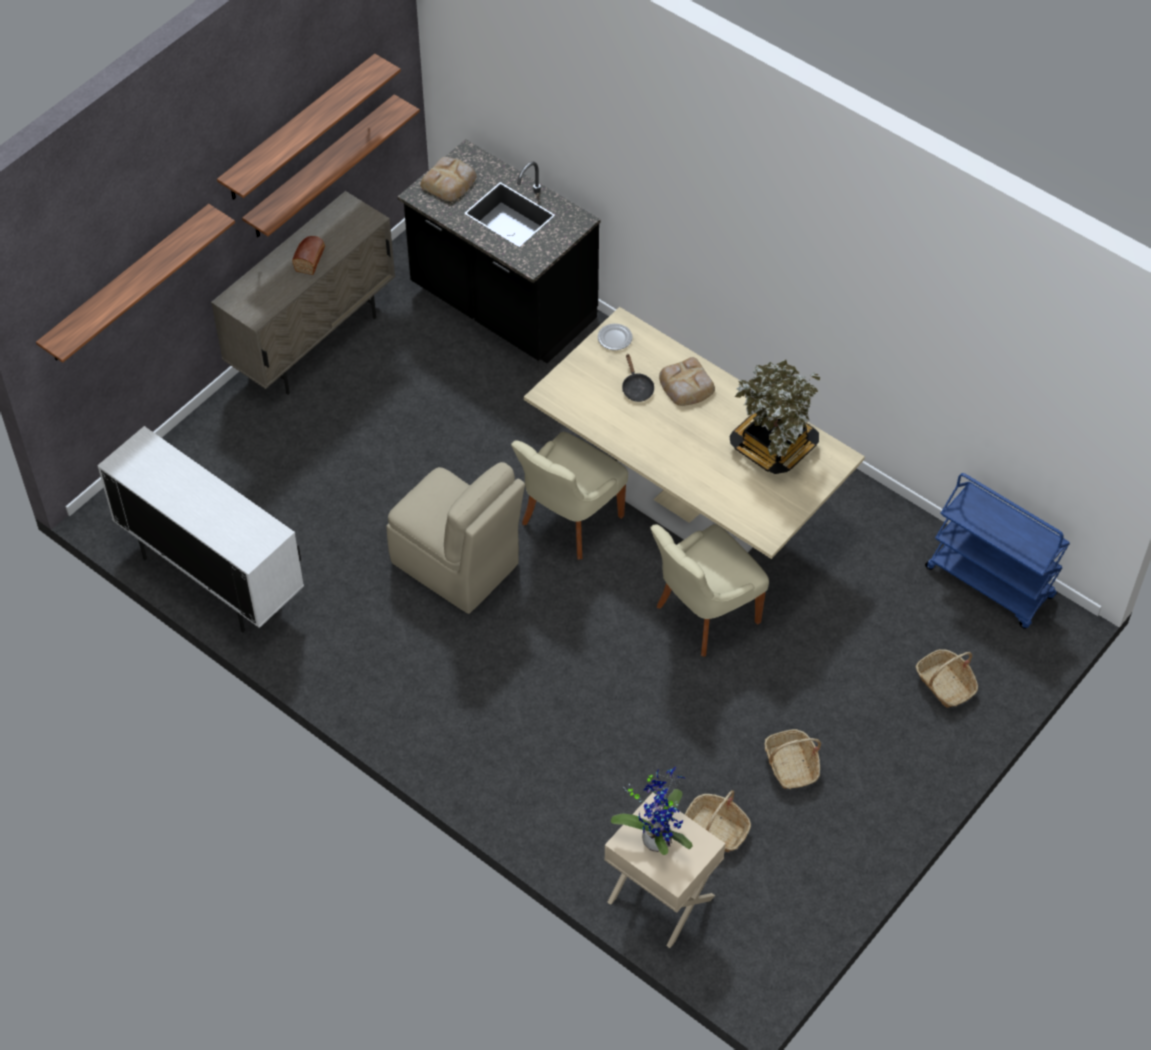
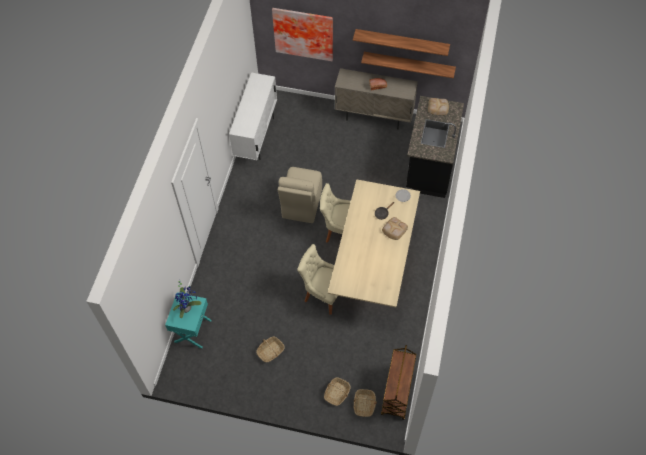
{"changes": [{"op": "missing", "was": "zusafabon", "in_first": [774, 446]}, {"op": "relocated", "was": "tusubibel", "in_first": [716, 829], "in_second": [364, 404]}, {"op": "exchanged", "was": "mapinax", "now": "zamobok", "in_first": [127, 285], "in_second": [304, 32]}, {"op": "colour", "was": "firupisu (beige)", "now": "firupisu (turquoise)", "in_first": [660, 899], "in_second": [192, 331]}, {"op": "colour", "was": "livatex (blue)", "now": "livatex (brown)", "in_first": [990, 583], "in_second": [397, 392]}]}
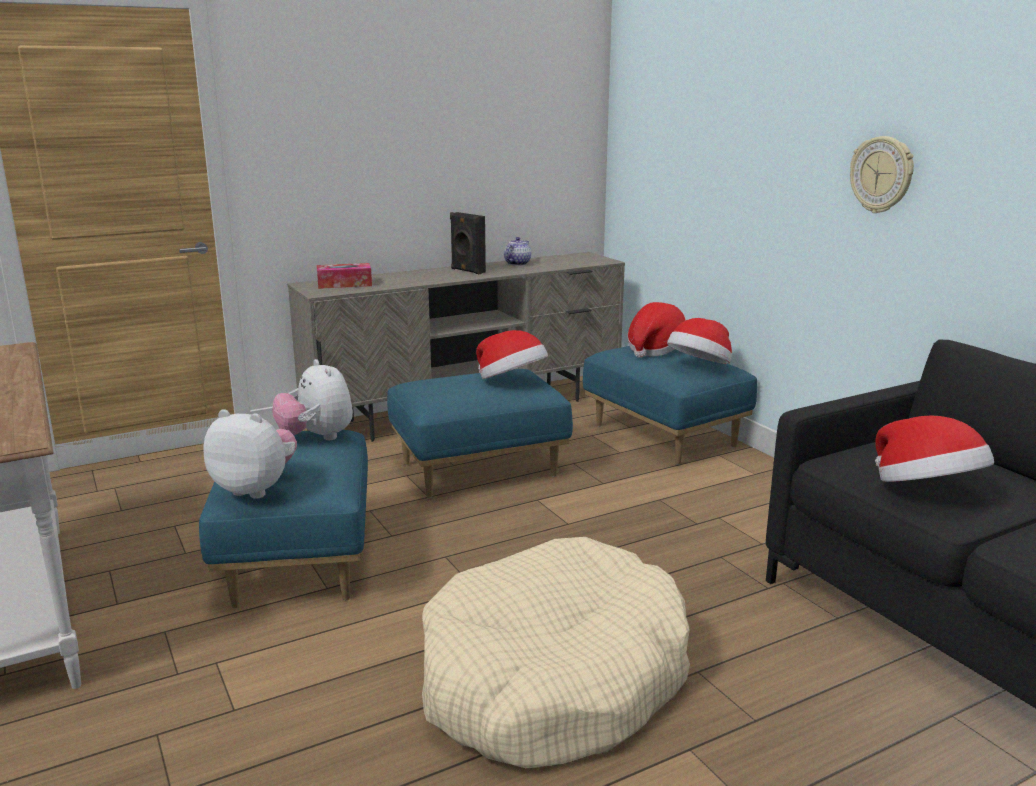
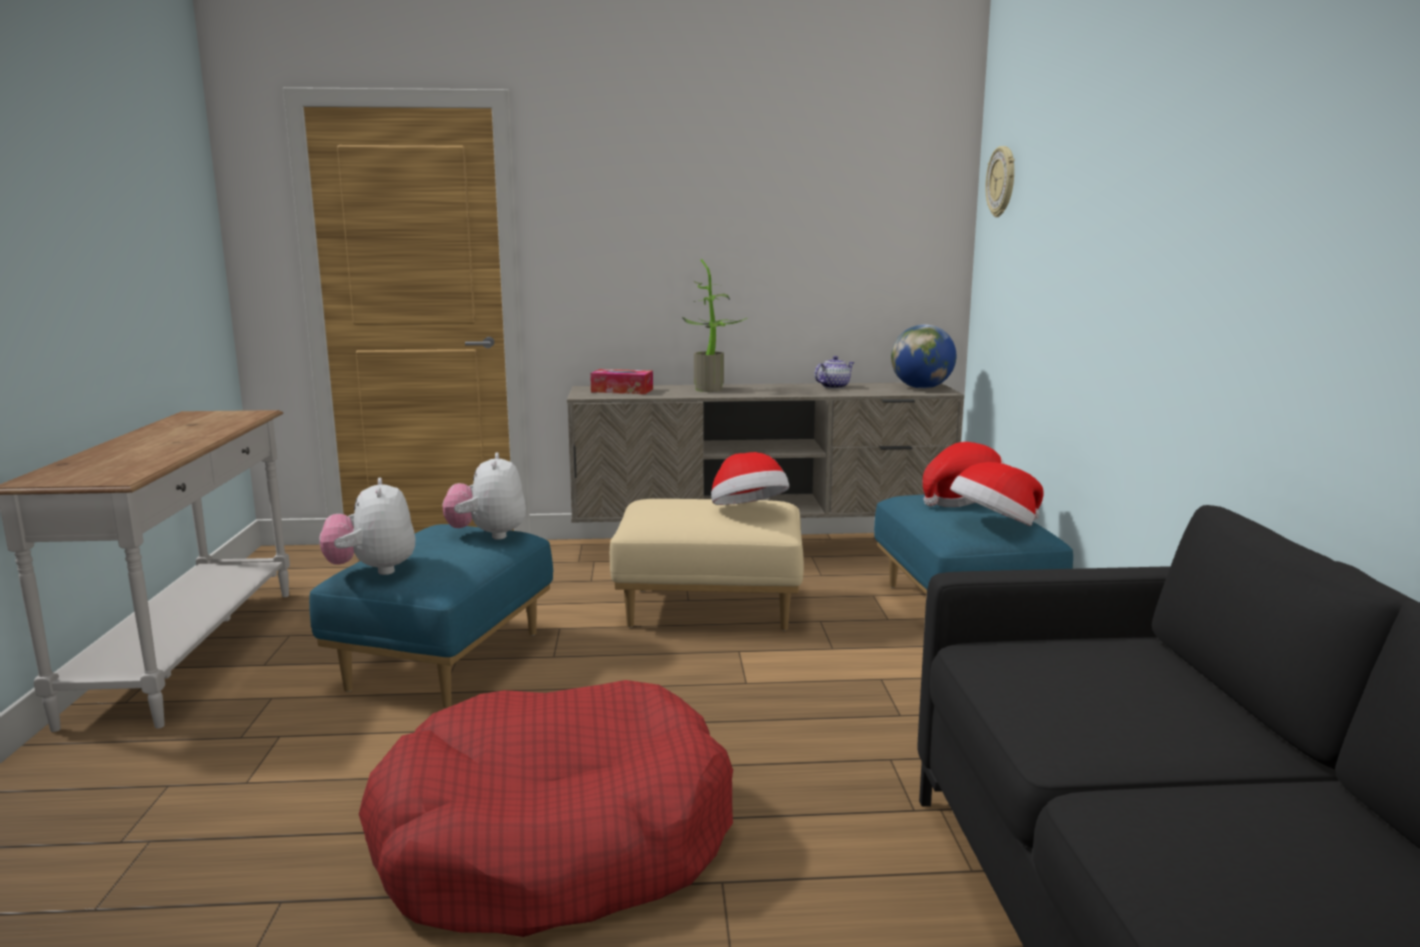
{"changes": [{"op": "missing", "was": "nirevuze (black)", "in_first": [467, 271]}, {"op": "missing", "was": "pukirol", "in_first": [926, 491]}, {"op": "appeared", "now": "zusafabon", "in_second": [713, 389]}, {"op": "appeared", "now": "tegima", "in_second": [921, 388]}, {"op": "relocated", "was": "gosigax", "in_first": [882, 175], "in_second": [1002, 181]}, {"op": "colour", "was": "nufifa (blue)", "now": "nufifa (beige)", "in_first": [479, 469], "in_second": [710, 608]}, {"op": "colour", "was": "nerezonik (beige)", "now": "nerezonik (red)", "in_first": [552, 679], "in_second": [554, 841]}, {"op": "spun", "was": "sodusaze", "in_first": [256, 489], "in_second": [373, 570], "clockwise": -150}]}
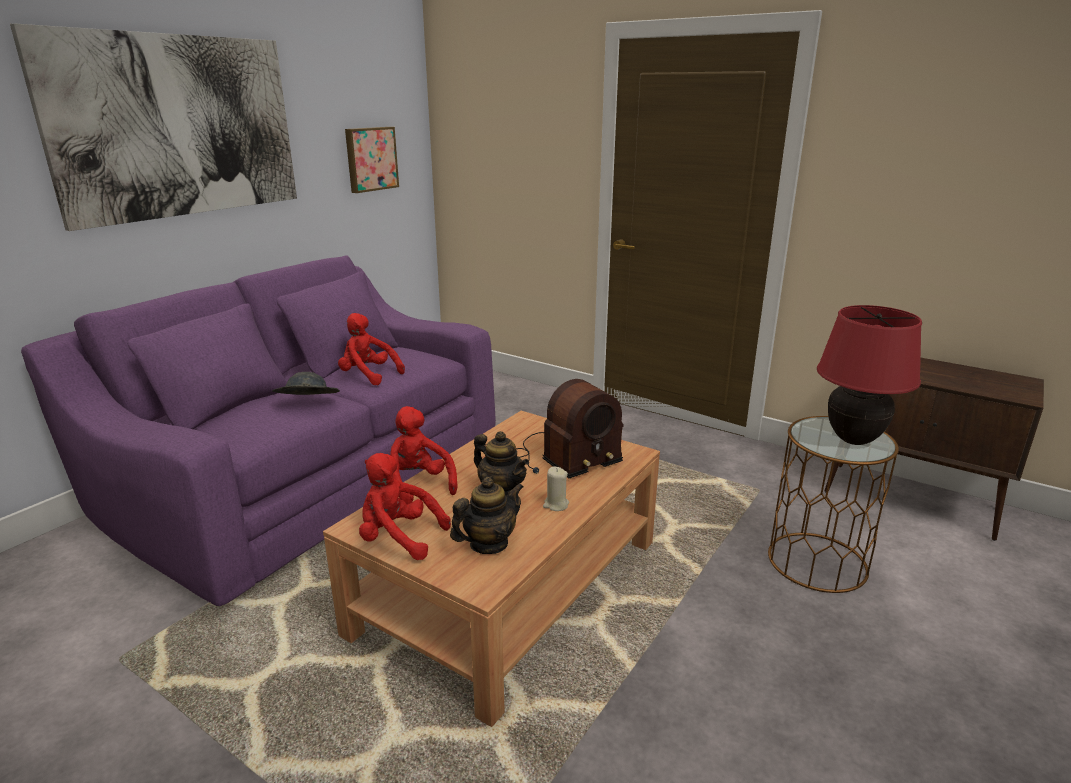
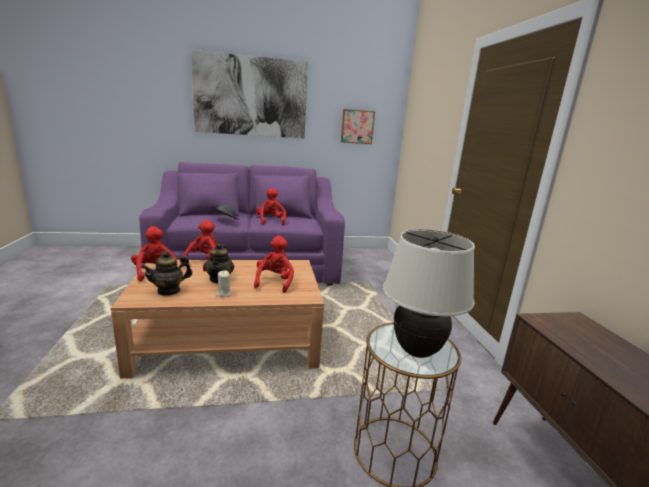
{"changes": [{"op": "exchanged", "was": "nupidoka", "now": "sodusaze (red)", "in_first": [563, 457], "in_second": [274, 282]}, {"op": "colour", "was": "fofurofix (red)", "now": "fofurofix (beige)", "in_first": [853, 440], "in_second": [416, 351]}, {"op": "spun", "was": "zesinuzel", "in_first": [488, 544], "in_second": [169, 290], "clockwise": 135}]}
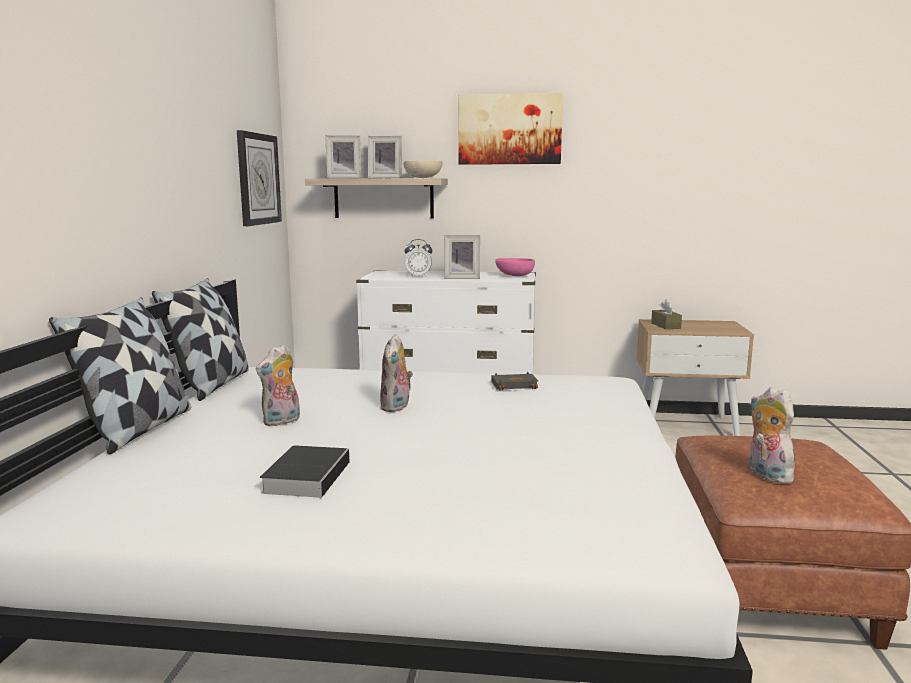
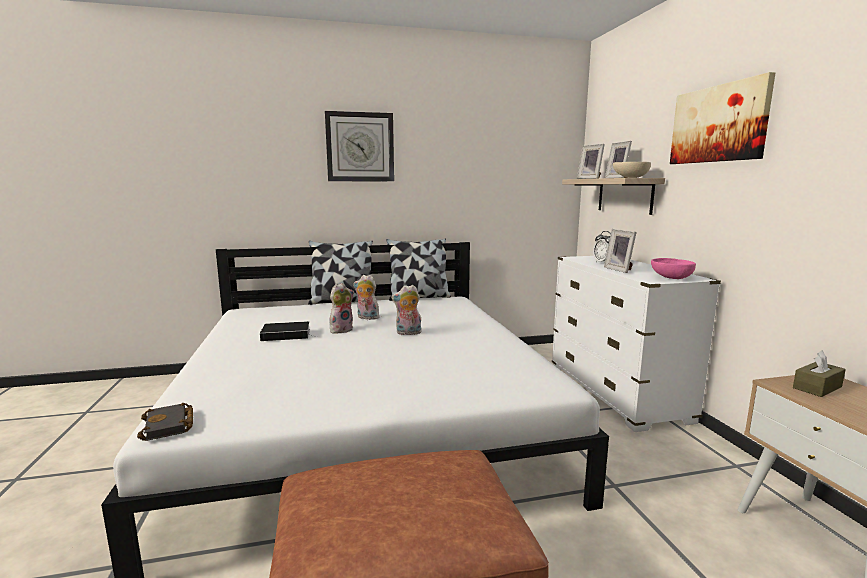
{"changes": [{"op": "relocated", "was": "gosigax", "in_first": [258, 179], "in_second": [360, 147]}, {"op": "relocated", "was": "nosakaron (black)", "in_first": [515, 385], "in_second": [169, 426]}, {"op": "relocated", "was": "sodusaze", "in_first": [766, 475], "in_second": [341, 330]}]}
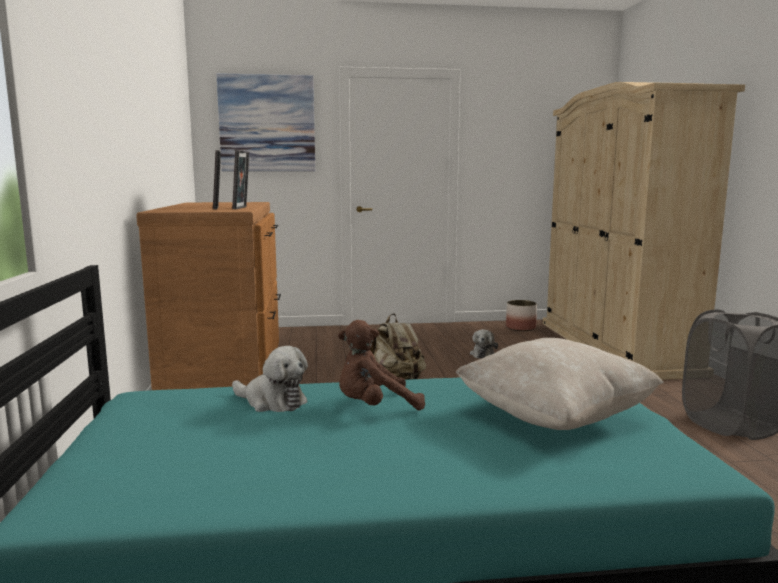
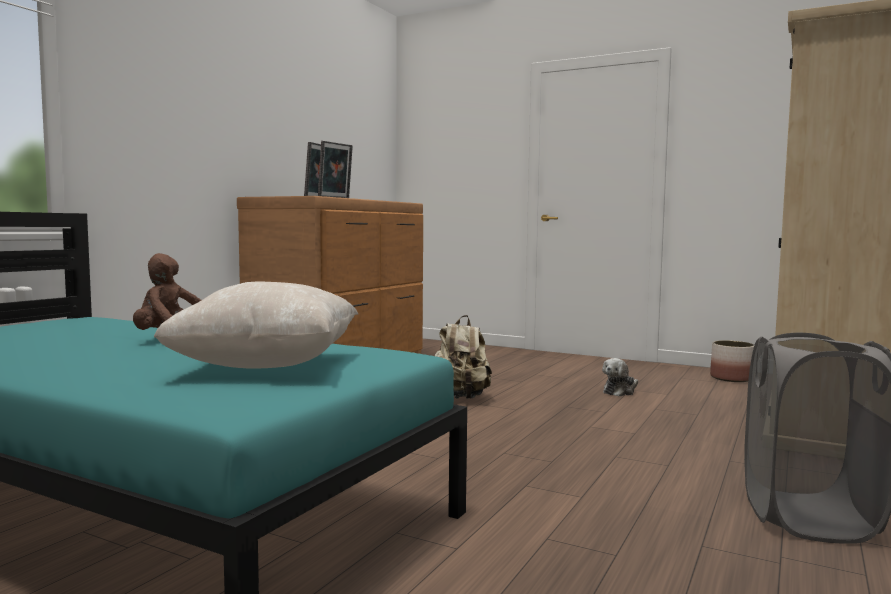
{"changes": [{"op": "missing", "was": "zamobok", "in_first": [267, 123]}, {"op": "missing", "was": "sodusaze", "in_first": [272, 402]}]}
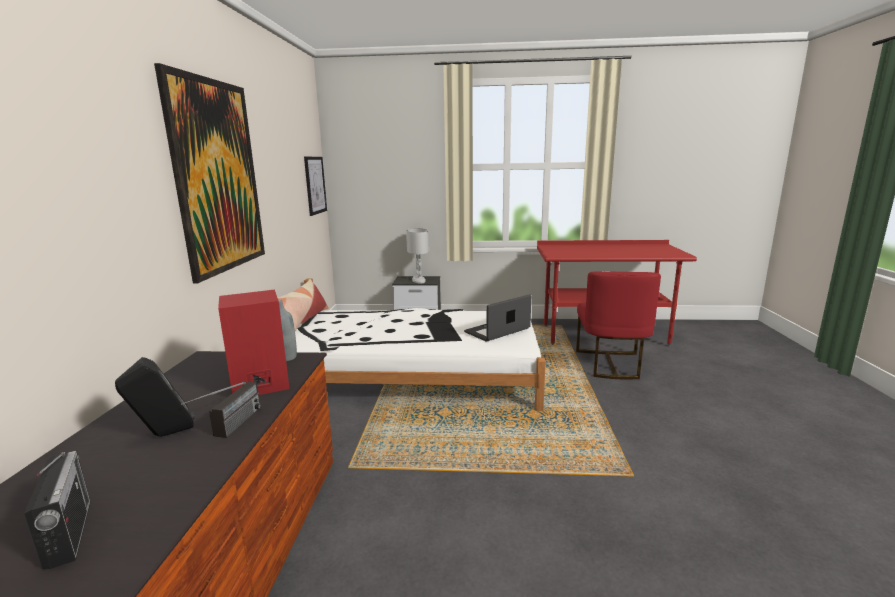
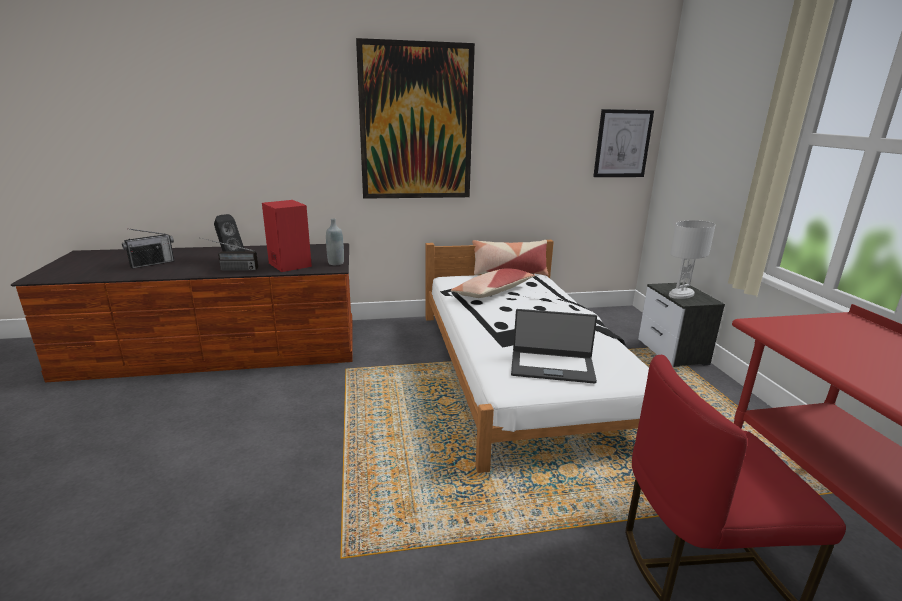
{"changes": [{"op": "appeared", "now": "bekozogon", "in_second": [493, 292]}, {"op": "spun", "was": "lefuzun", "in_first": [498, 331], "in_second": [552, 366], "clockwise": 150}]}
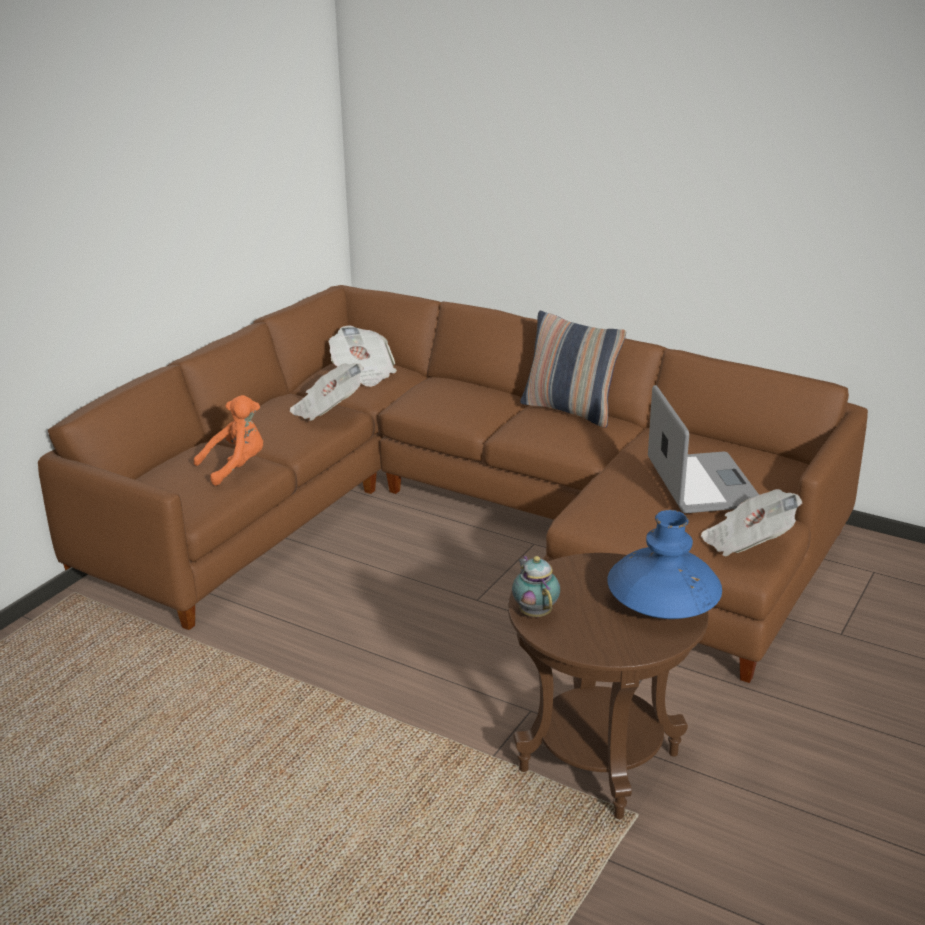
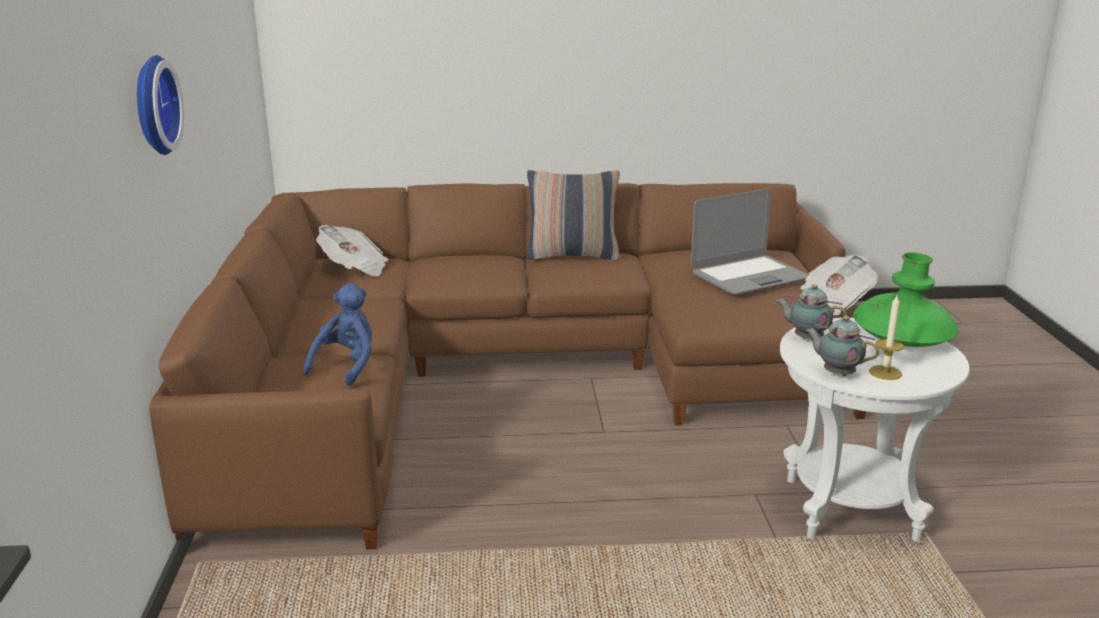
{"changes": [{"op": "missing", "was": "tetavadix", "in_first": [327, 410]}, {"op": "appeared", "now": "gosigax", "in_second": [151, 105]}, {"op": "appeared", "now": "zesinuzel", "in_second": [806, 338]}, {"op": "appeared", "now": "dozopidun", "in_second": [885, 372]}, {"op": "colour", "was": "sodusaze (orange)", "now": "sodusaze (blue)", "in_first": [236, 467], "in_second": [347, 366]}, {"op": "colour", "was": "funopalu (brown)", "now": "funopalu (white)", "in_first": [599, 762], "in_second": [850, 509]}, {"op": "colour", "was": "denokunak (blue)", "now": "denokunak (green)", "in_first": [662, 602], "in_second": [902, 339]}, {"op": "spun", "was": "lefuzun", "in_first": [701, 484], "in_second": [749, 276], "clockwise": 105}]}
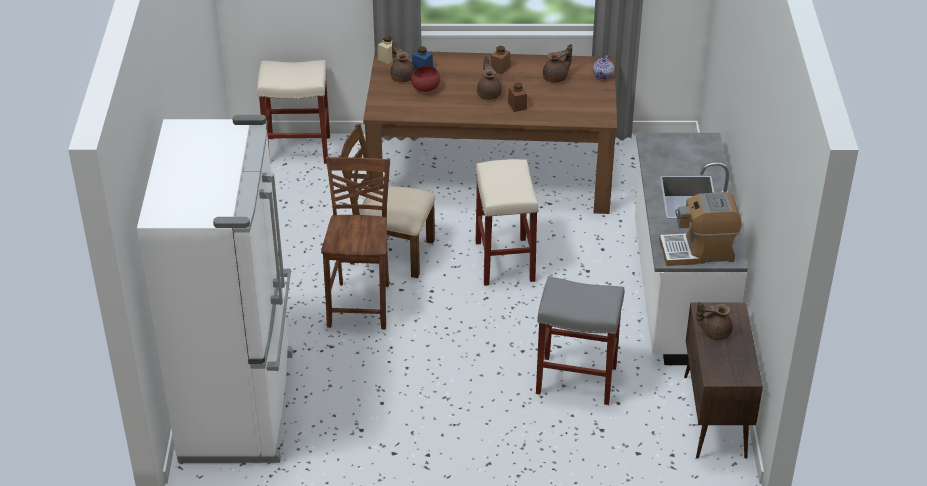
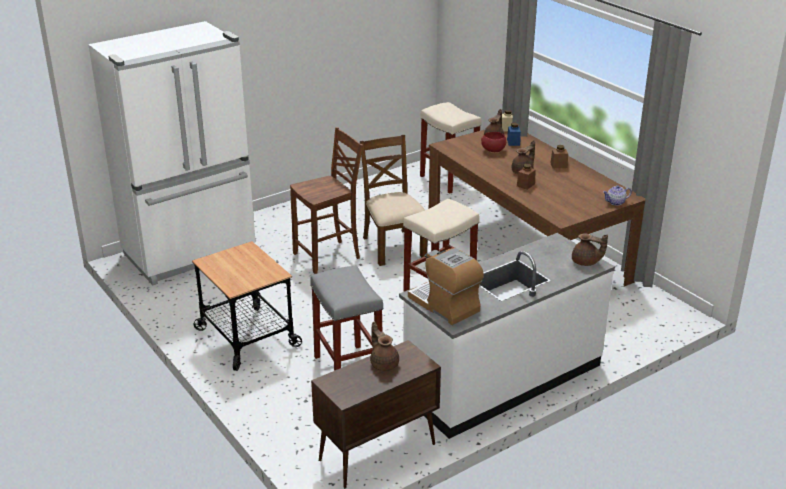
{"changes": [{"op": "appeared", "now": "livatex", "in_second": [246, 338]}, {"op": "relocated", "was": "zesinuzel (brown)", "in_first": [556, 77], "in_second": [586, 262]}]}
